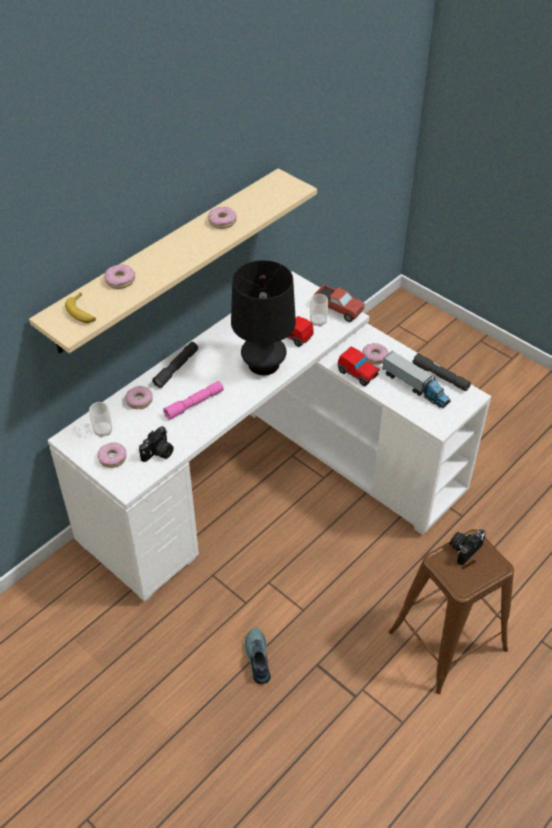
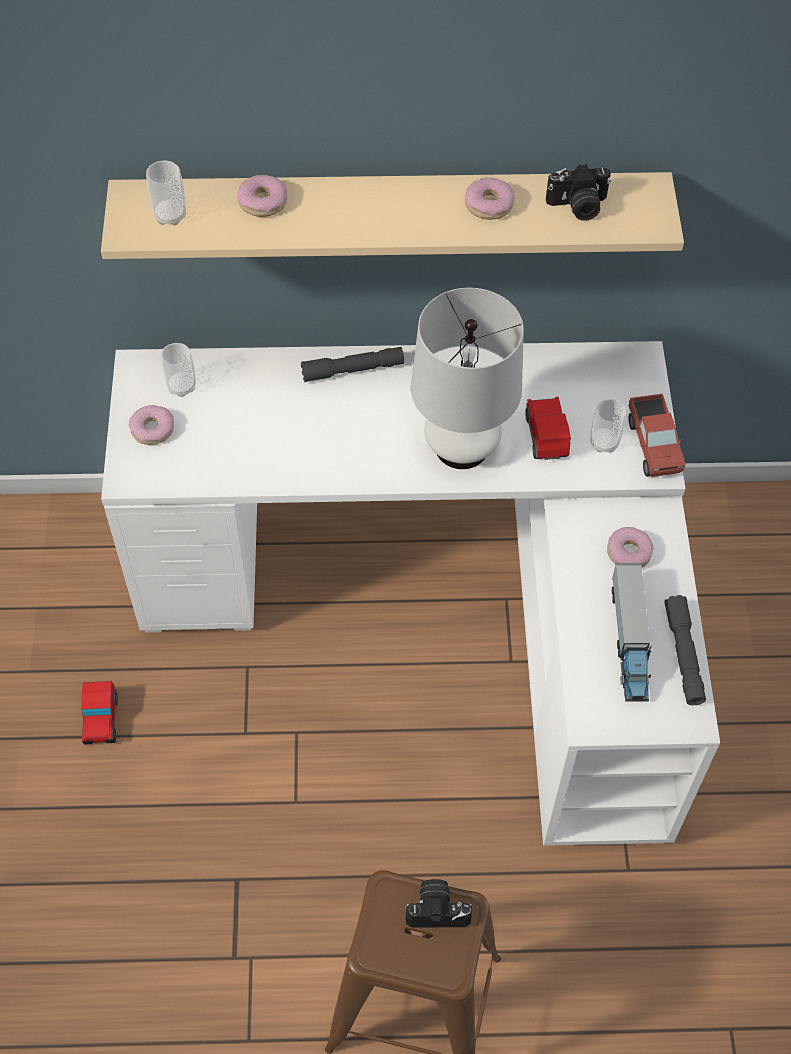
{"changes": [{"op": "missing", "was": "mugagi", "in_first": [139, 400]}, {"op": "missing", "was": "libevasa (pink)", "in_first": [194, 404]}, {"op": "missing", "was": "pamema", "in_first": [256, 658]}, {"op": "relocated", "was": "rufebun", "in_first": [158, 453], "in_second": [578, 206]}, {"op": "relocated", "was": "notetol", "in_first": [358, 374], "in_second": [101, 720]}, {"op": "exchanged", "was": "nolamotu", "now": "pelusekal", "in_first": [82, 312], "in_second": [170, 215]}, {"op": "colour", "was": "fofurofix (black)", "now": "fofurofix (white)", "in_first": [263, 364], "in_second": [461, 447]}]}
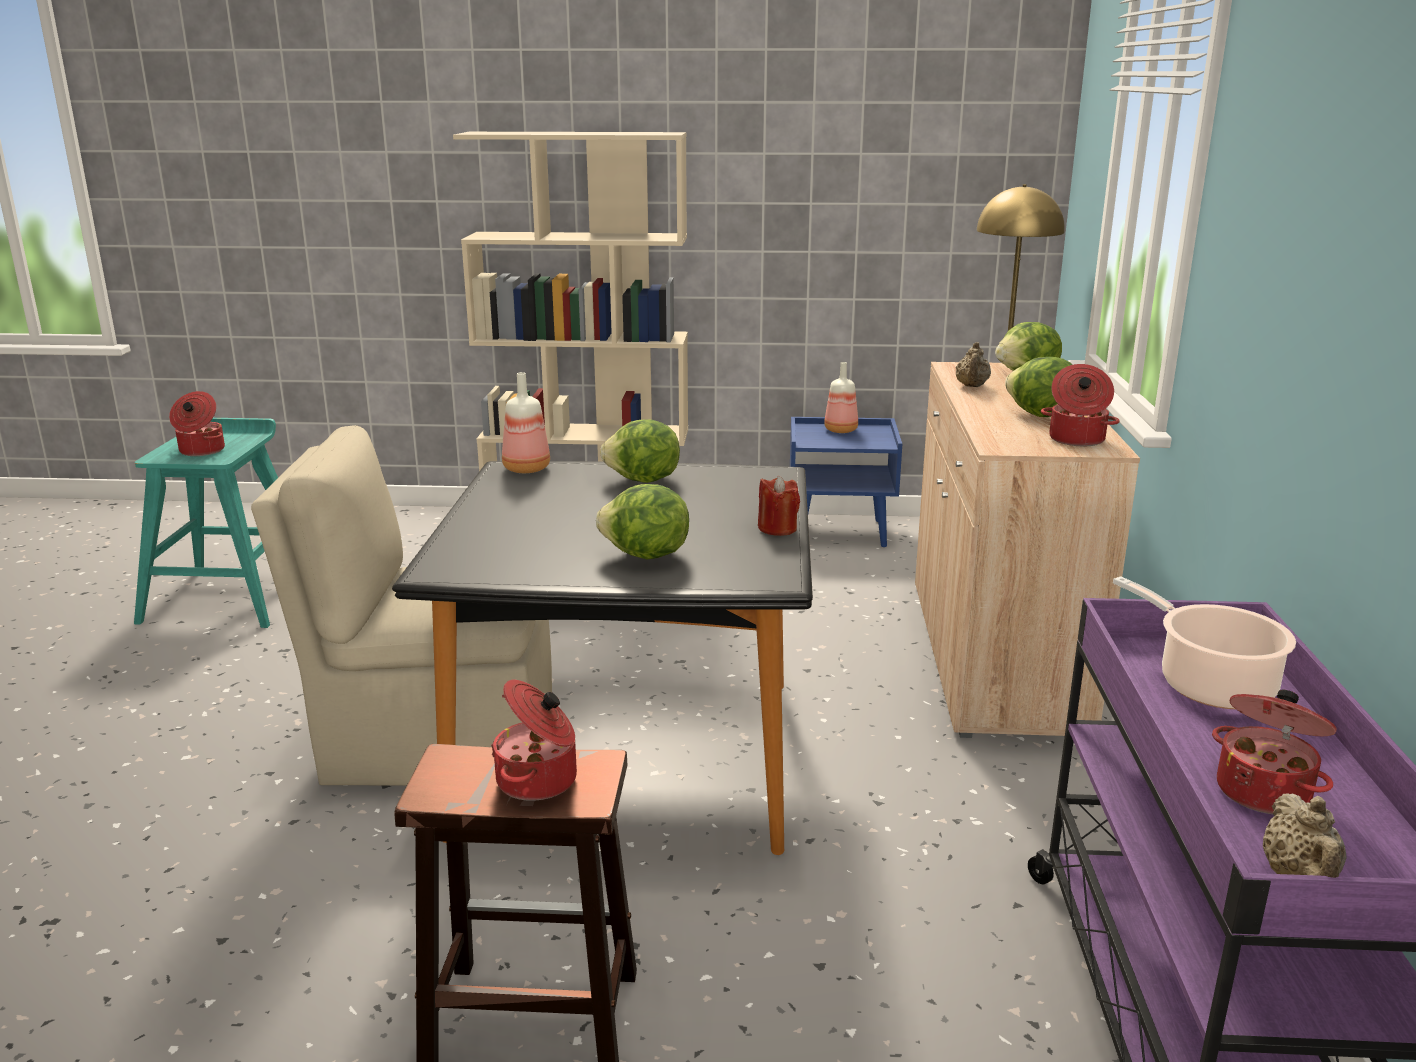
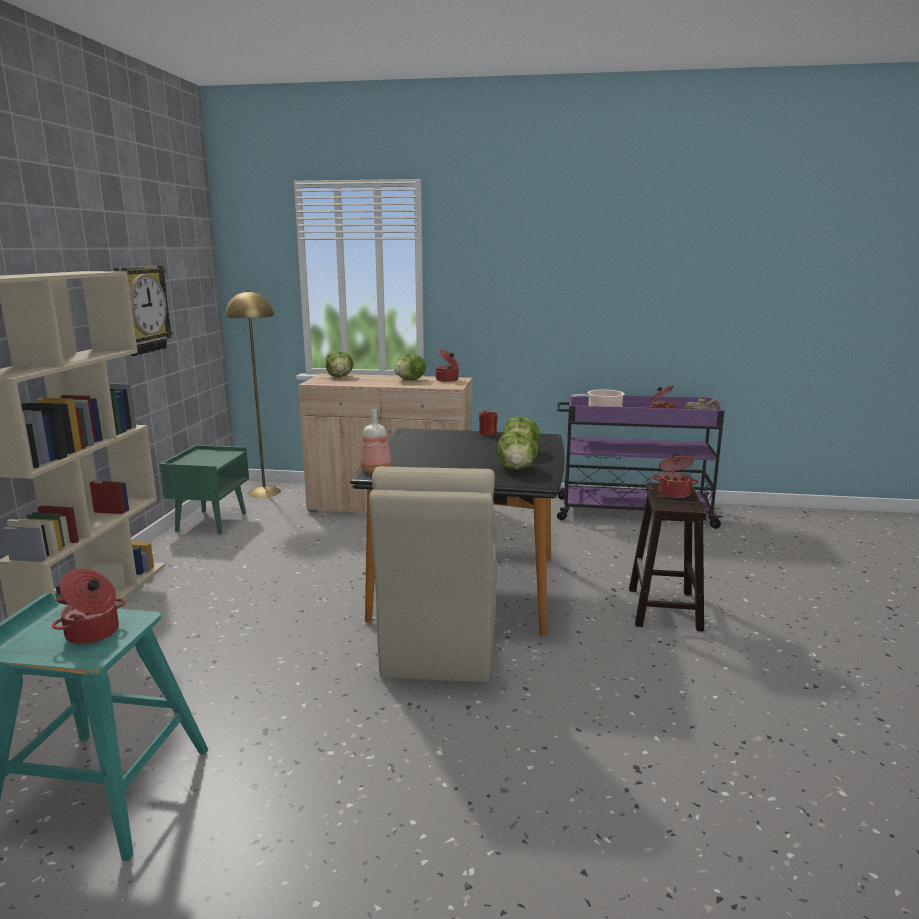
{"changes": [{"op": "missing", "was": "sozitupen", "in_first": [842, 430]}, {"op": "missing", "was": "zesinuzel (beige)", "in_first": [971, 386]}, {"op": "appeared", "now": "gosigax", "in_second": [141, 309]}, {"op": "relocated", "was": "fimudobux", "in_first": [643, 481], "in_second": [516, 469]}, {"op": "colour", "was": "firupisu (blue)", "now": "firupisu (green)", "in_first": [841, 532], "in_second": [211, 521]}]}
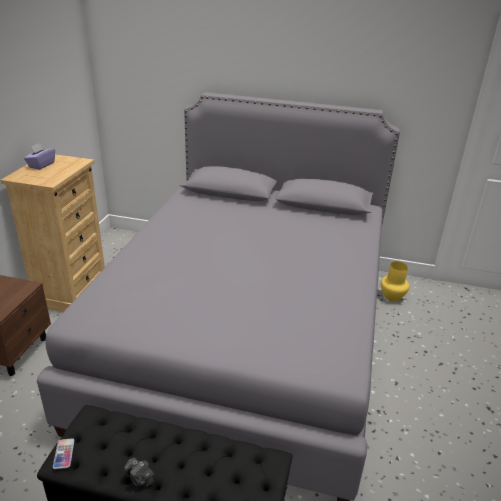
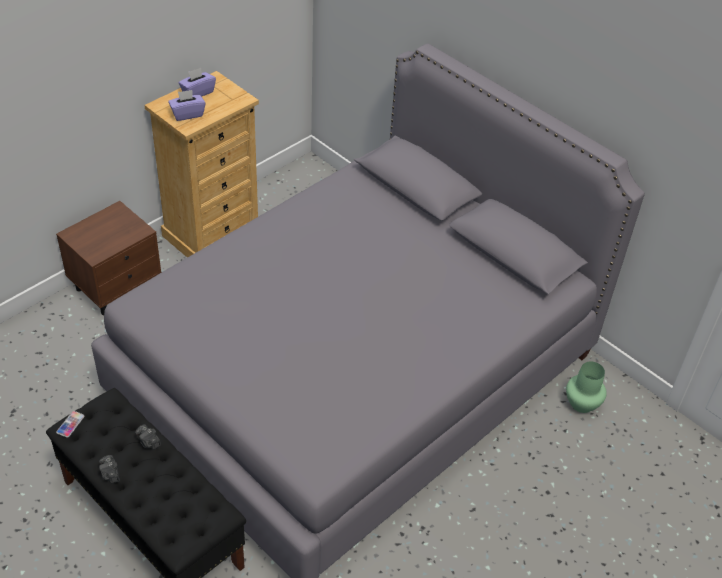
{"changes": [{"op": "appeared", "now": "rufebun", "in_second": [148, 442]}, {"op": "appeared", "now": "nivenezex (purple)", "in_second": [187, 114]}, {"op": "colour", "was": "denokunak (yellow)", "now": "denokunak (green)", "in_first": [392, 297], "in_second": [581, 404]}]}
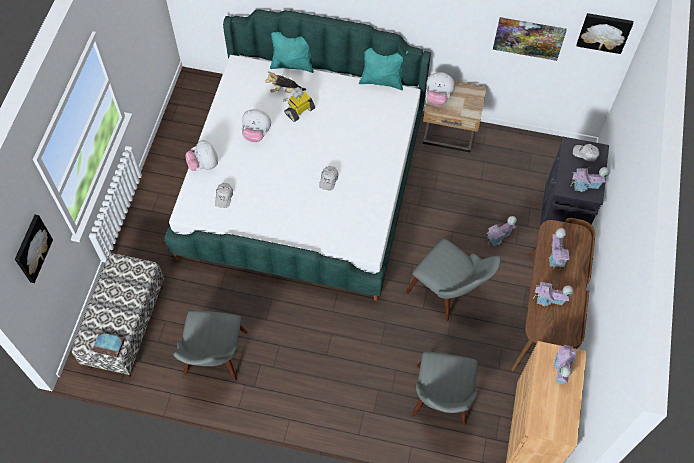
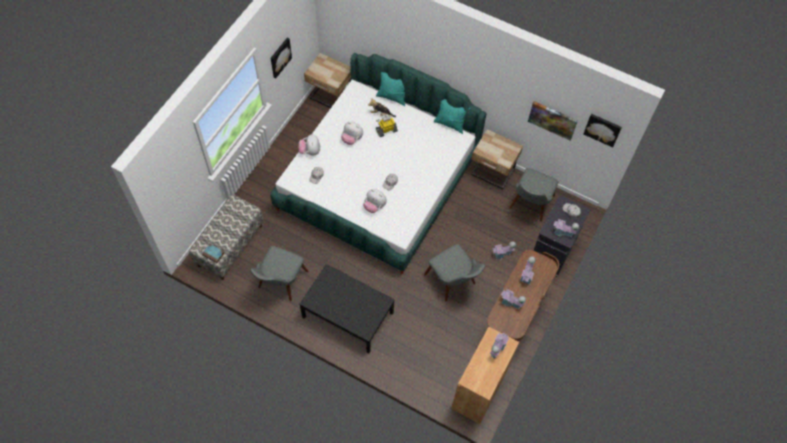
{"changes": [{"op": "appeared", "now": "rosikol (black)", "in_second": [347, 315]}, {"op": "appeared", "now": "firupisu (beige)", "in_second": [330, 97]}, {"op": "relocated", "was": "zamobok", "in_first": [31, 248], "in_second": [280, 57]}, {"op": "relocated", "was": "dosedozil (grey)", "in_first": [441, 404], "in_second": [529, 206]}, {"op": "relocated", "was": "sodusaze", "in_first": [438, 97], "in_second": [374, 206]}]}
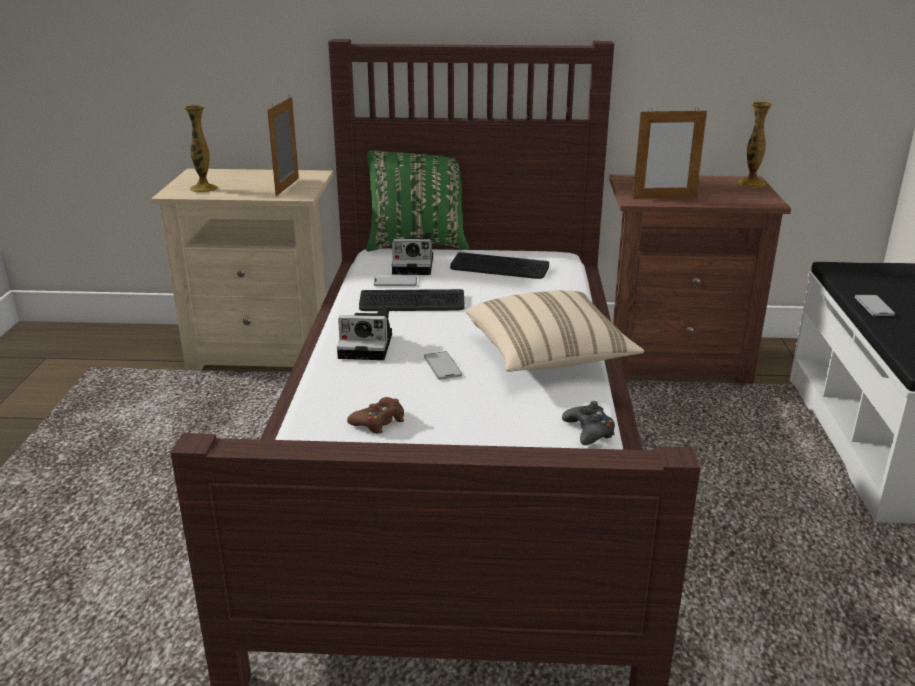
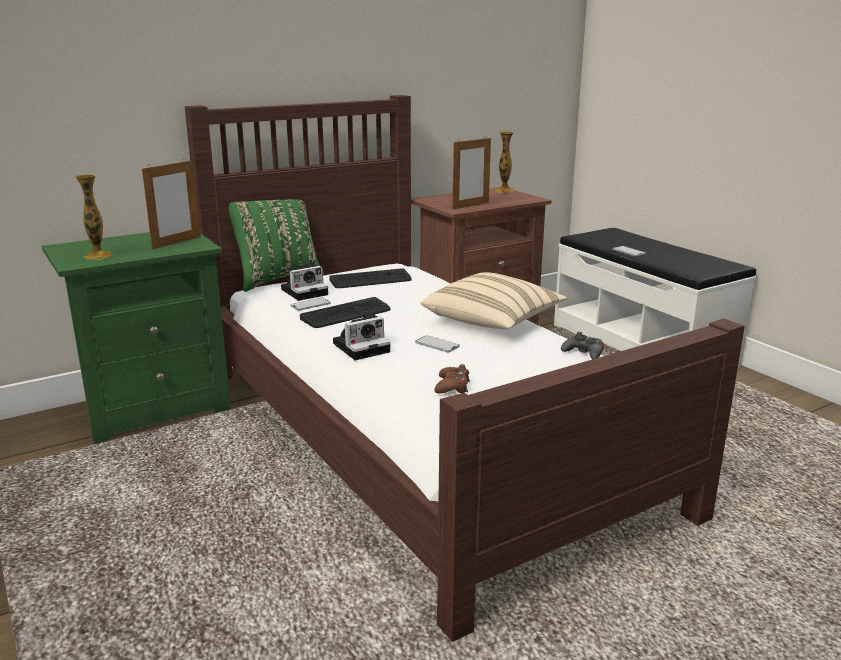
{"changes": [{"op": "colour", "was": "firupisu (beige)", "now": "firupisu (green)", "in_first": [266, 350], "in_second": [154, 408]}, {"op": "spun", "was": "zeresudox", "in_first": [287, 187], "in_second": [176, 242], "clockwise": -120}]}
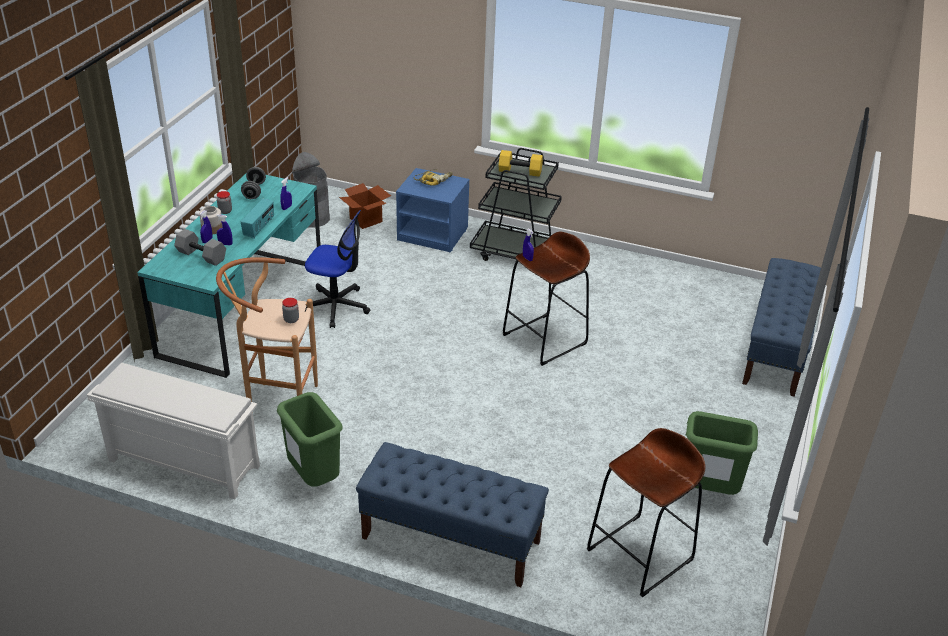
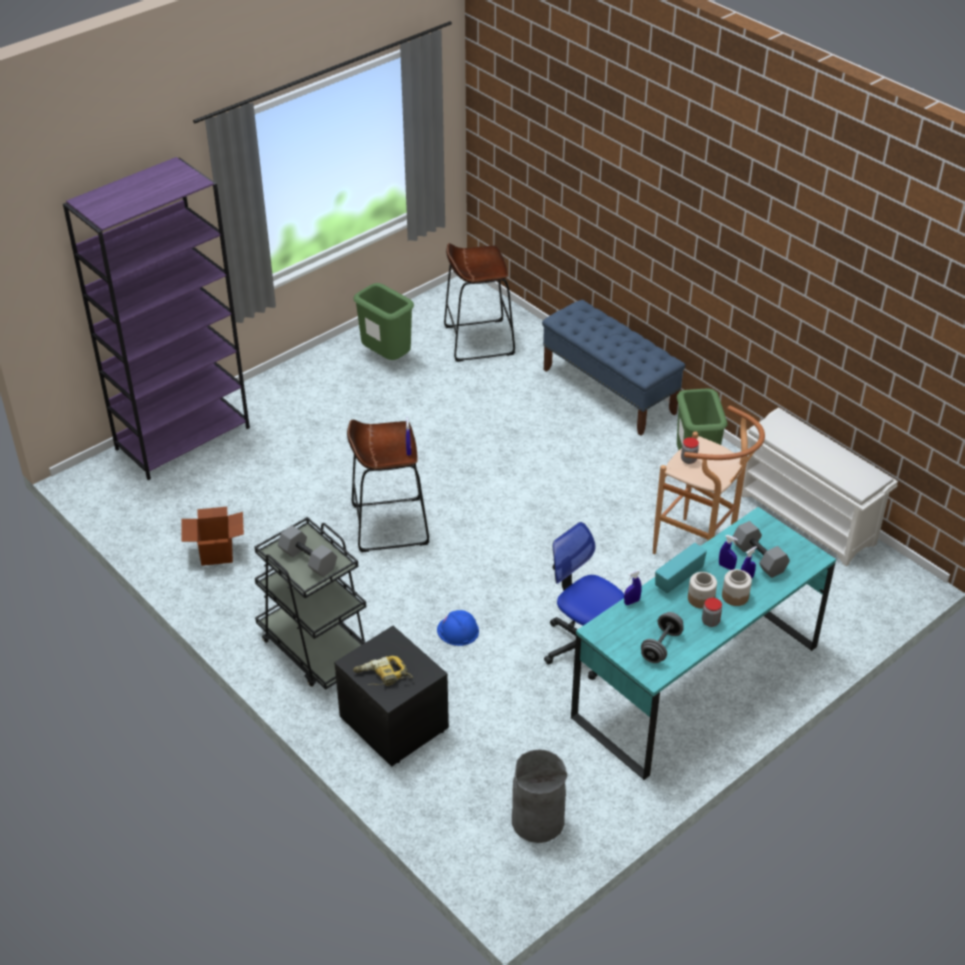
{"changes": [{"op": "appeared", "now": "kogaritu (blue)", "in_second": [458, 631]}, {"op": "appeared", "now": "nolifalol", "in_second": [700, 598]}, {"op": "relocated", "was": "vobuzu", "in_first": [365, 220], "in_second": [217, 552]}, {"op": "exchanged", "was": "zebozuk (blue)", "now": "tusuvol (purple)", "in_first": [777, 349], "in_second": [183, 438]}, {"op": "colour", "was": "firupisu (blue)", "now": "firupisu (black)", "in_first": [433, 234], "in_second": [392, 722]}, {"op": "colour", "was": "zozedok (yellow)", "now": "zozedok (grey)", "in_first": [520, 171], "in_second": [307, 560]}]}
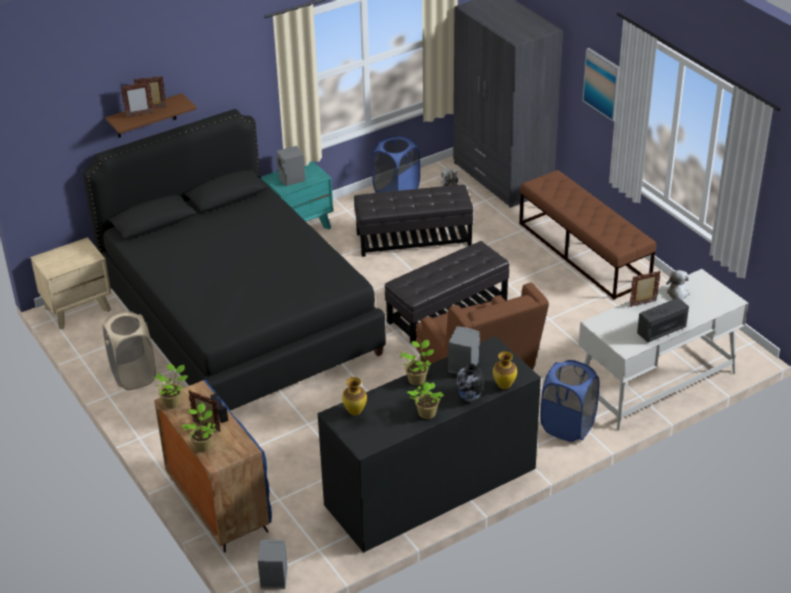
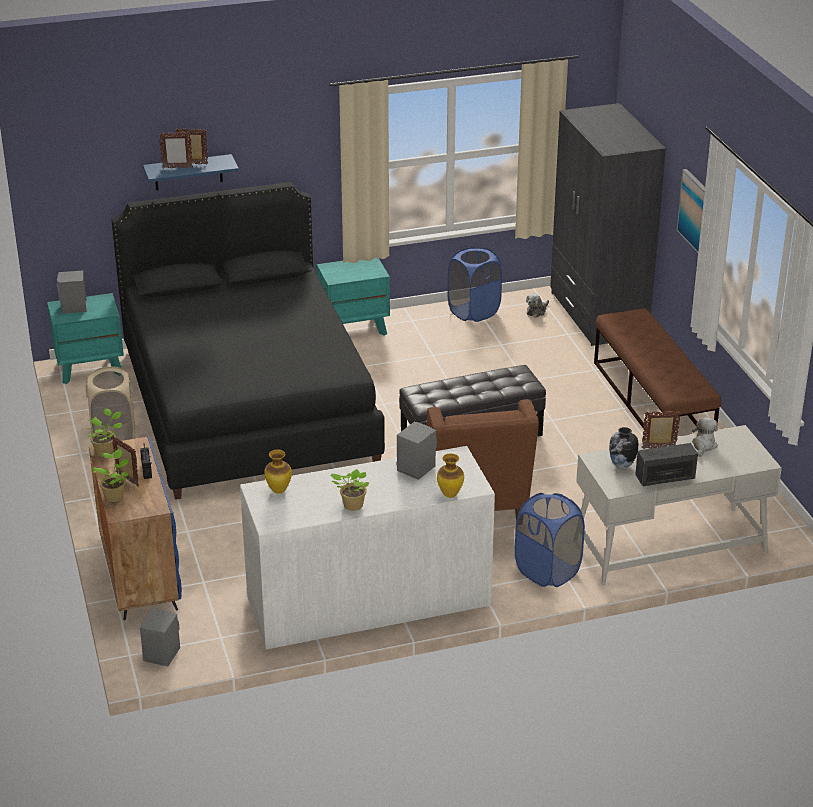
{"changes": [{"op": "missing", "was": "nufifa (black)", "in_first": [413, 238]}, {"op": "missing", "was": "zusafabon", "in_first": [417, 379]}, {"op": "relocated", "was": "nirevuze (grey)", "in_first": [292, 179], "in_second": [74, 308]}, {"op": "relocated", "was": "denokunak", "in_first": [469, 398], "in_second": [622, 466]}, {"op": "colour", "was": "firupisu (beige)", "now": "firupisu (turquoise)", "in_first": [78, 309], "in_second": [90, 368]}, {"op": "colour", "was": "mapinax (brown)", "now": "mapinax (blue)", "in_first": [145, 116], "in_second": [188, 172]}, {"op": "colour", "was": "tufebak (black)", "now": "tufebak (white)", "in_first": [430, 486], "in_second": [368, 600]}]}
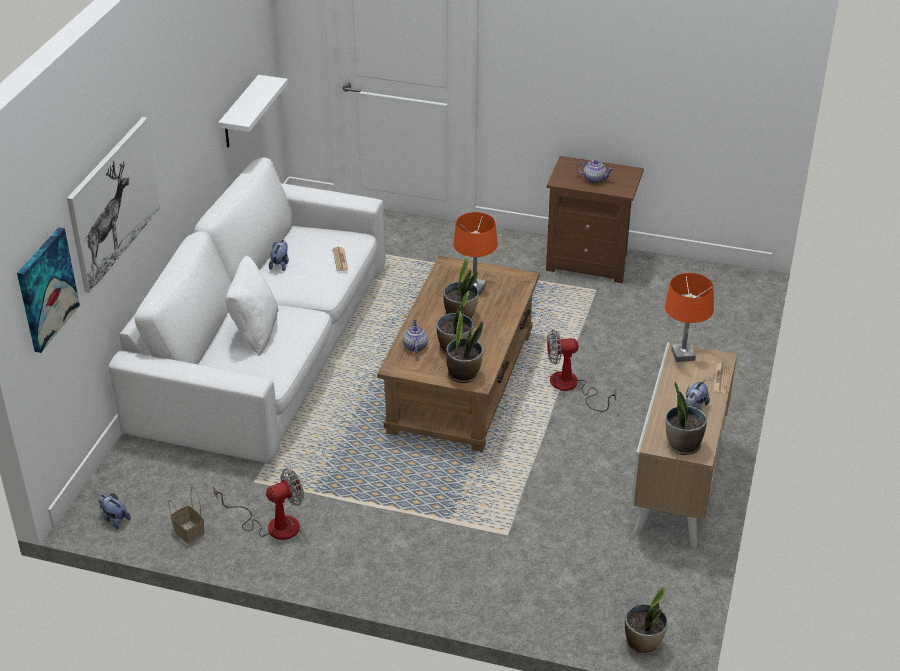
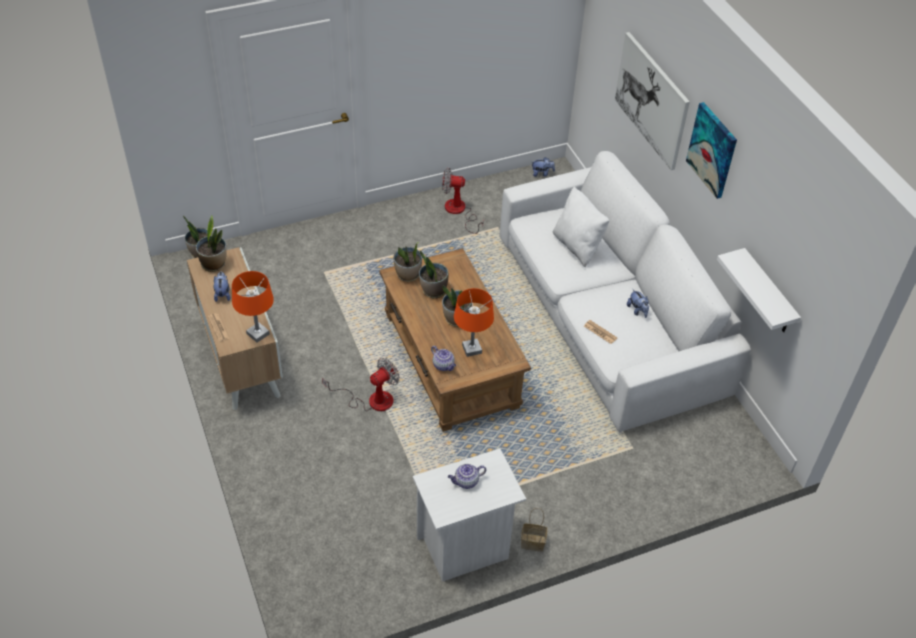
{"changes": [{"op": "relocated", "was": "zamobok", "in_first": [46, 289], "in_second": [712, 150]}, {"op": "relocated", "was": "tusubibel", "in_first": [188, 532], "in_second": [533, 542]}, {"op": "relocated", "was": "zesinuzel", "in_first": [415, 346], "in_second": [444, 365]}, {"op": "colour", "was": "firupisu (brown)", "now": "firupisu (white)", "in_first": [590, 262], "in_second": [464, 548]}, {"op": "spun", "was": "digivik", "in_first": [272, 525], "in_second": [459, 212], "clockwise": 75}]}
